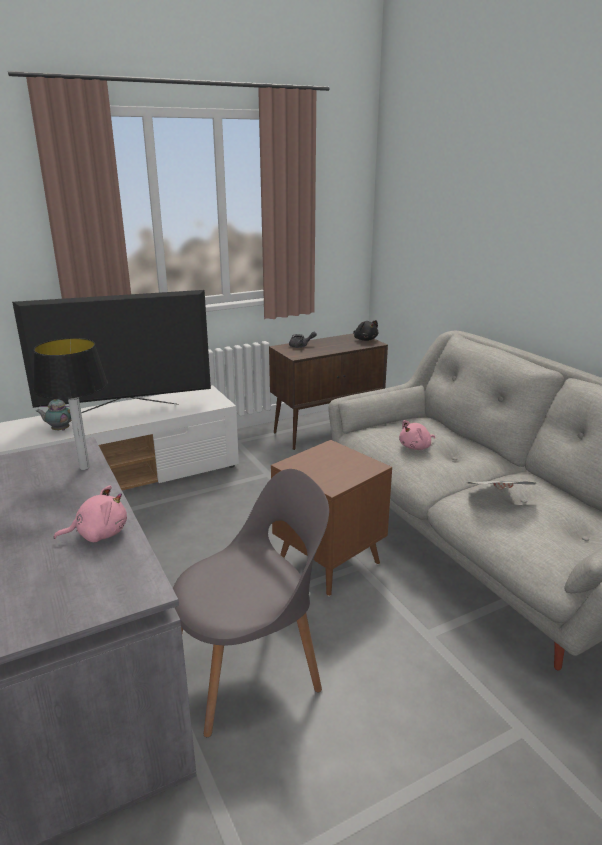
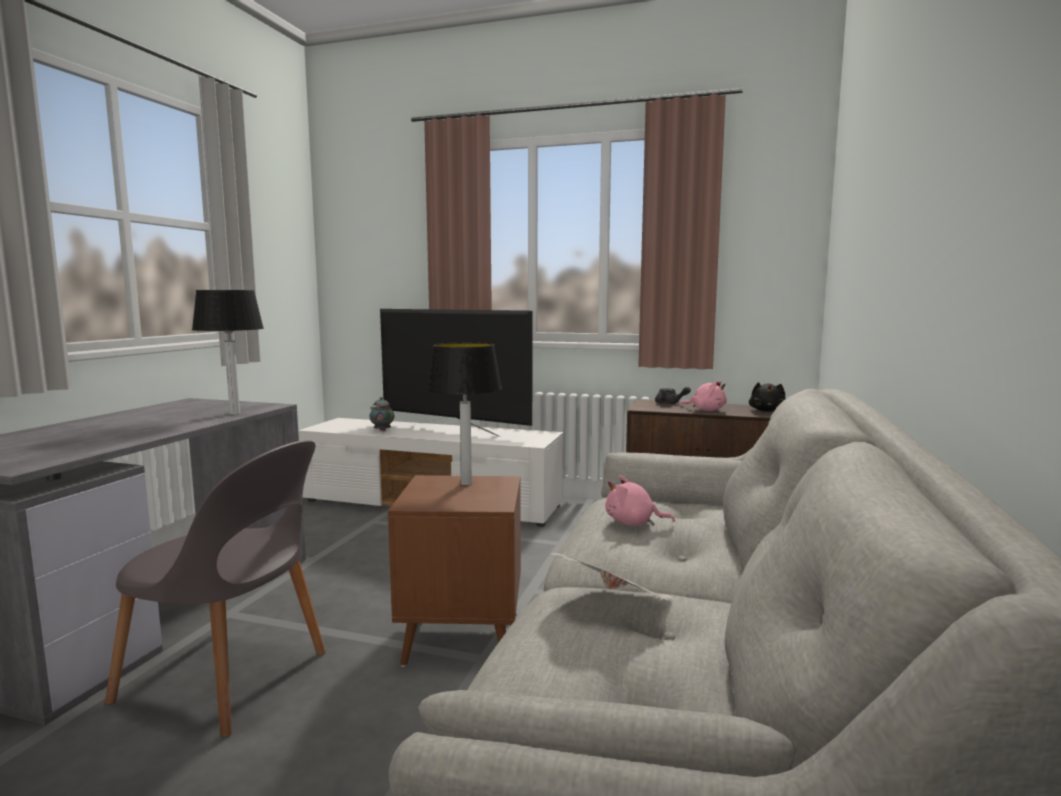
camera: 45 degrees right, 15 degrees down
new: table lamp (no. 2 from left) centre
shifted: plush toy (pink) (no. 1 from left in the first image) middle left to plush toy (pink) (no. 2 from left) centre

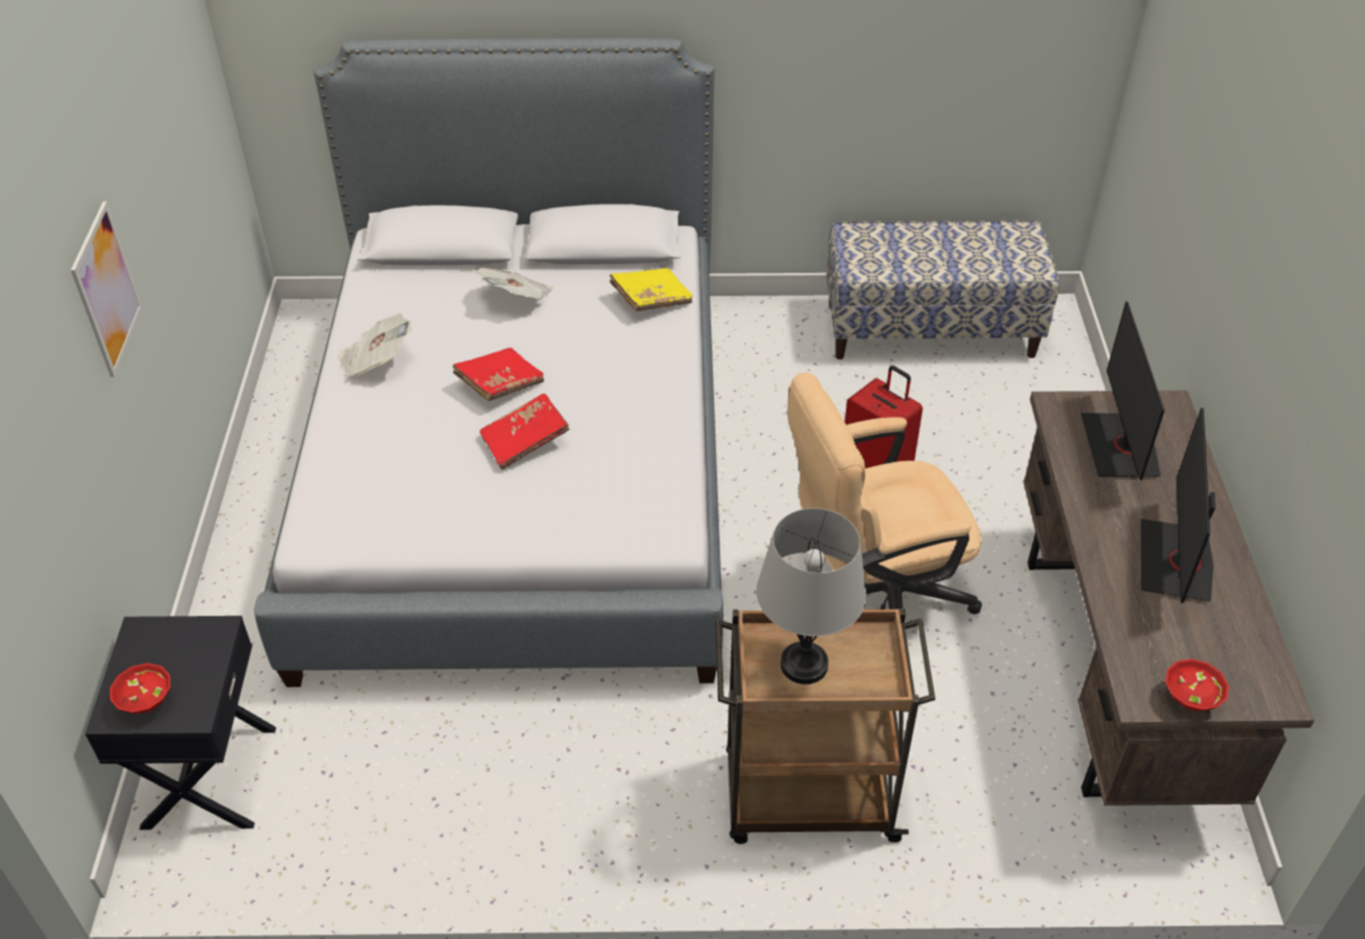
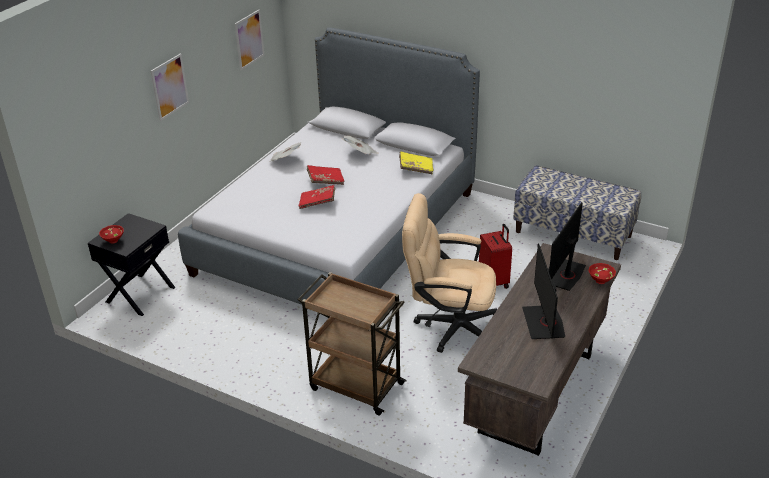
camera: 30 degrees right, 10 degrees down
gone: table lamp (grey) centre
new: picture (no. 2 from left) top left
shifted: bowl (red) (no. 2 from left) bottom right to middle right
rotated: monitor (no. 2 from left in the first image) middle right = middle right 45 degrees counterclockwise

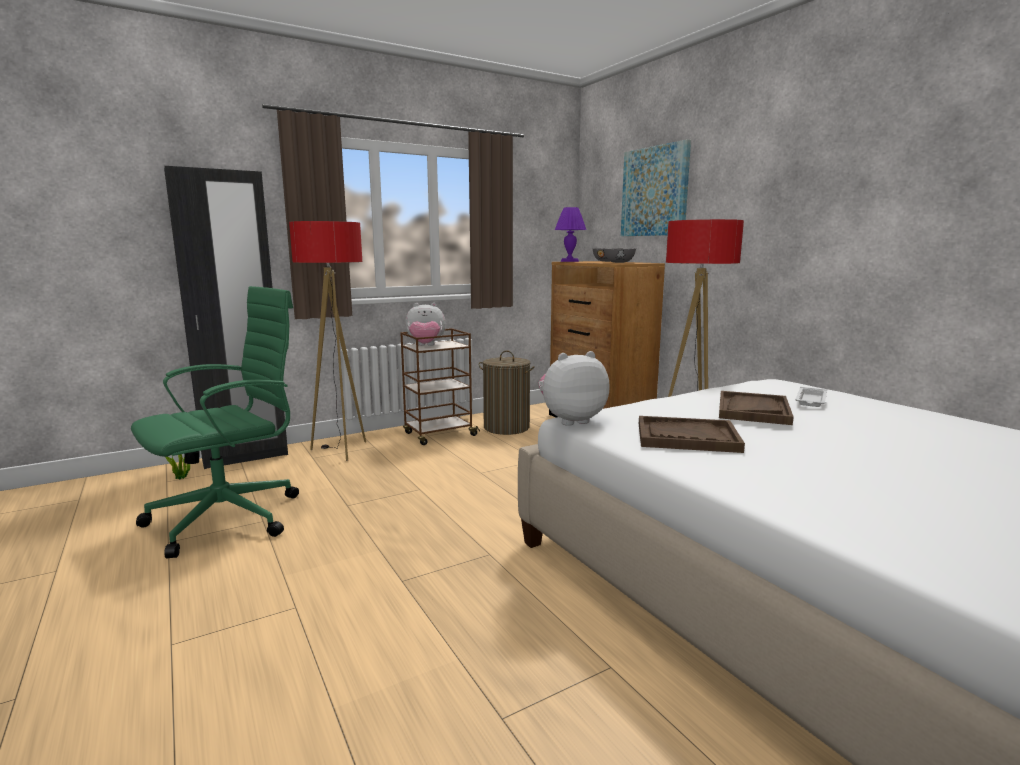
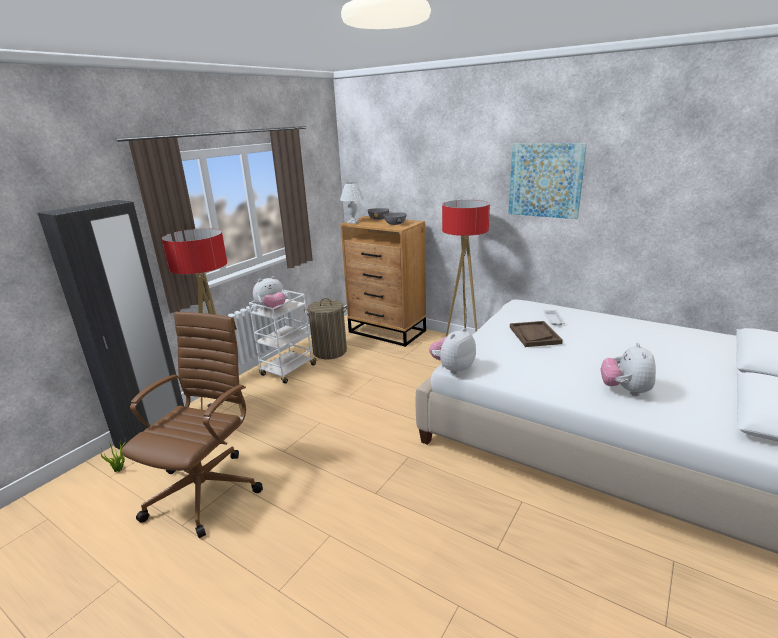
camera: 25 degrees left, 10 degrees up
gone: tray (brown) (no. 1 from left) middle right
new: plush toy (no. 3 from left) middle right
shifted: picture top centre to top right
repainted: office chair (green) middle left to office chair (brown) middle left; cart (brown) centre to cart (white) centre; table lamp (purple) top centre to table lamp (white) top centre

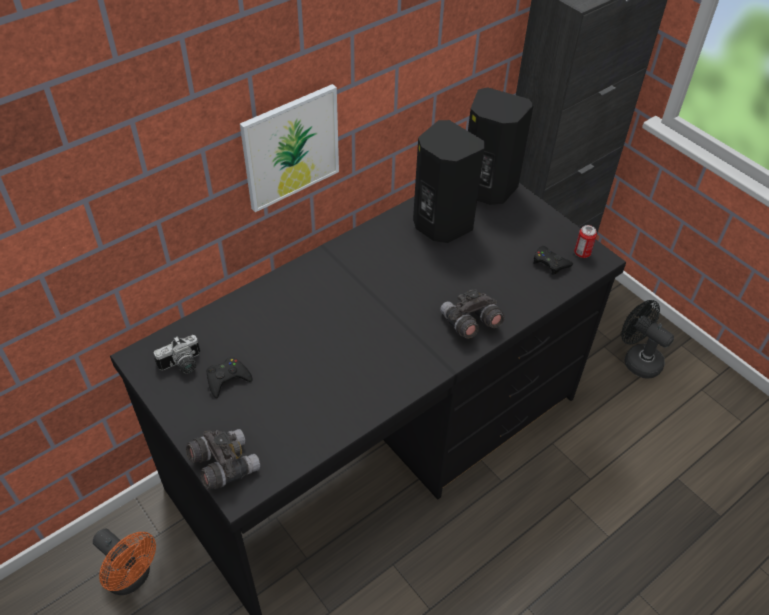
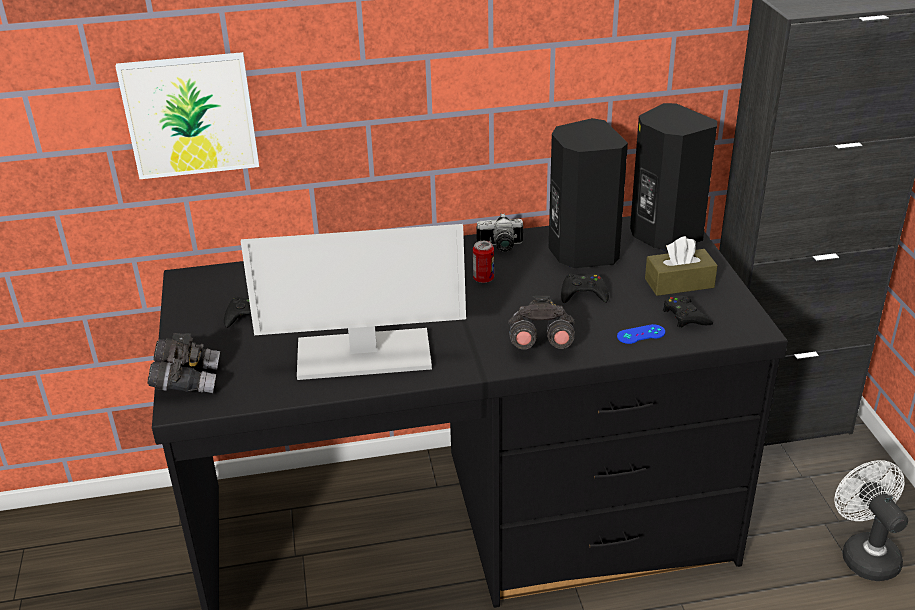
camera: 30 degrees right, 15 degrees down
gone: fan (orange) bottom left
new: monitor centre; game controller (black) (no. 2 from left) centre; game controller (blue) middle right; tissue box (brown) middle right
shifted: photo camera middle left to centre; picture top centre to top left; can middle right to centre
repainted: fan (black) middle right to fan (white) bottom right

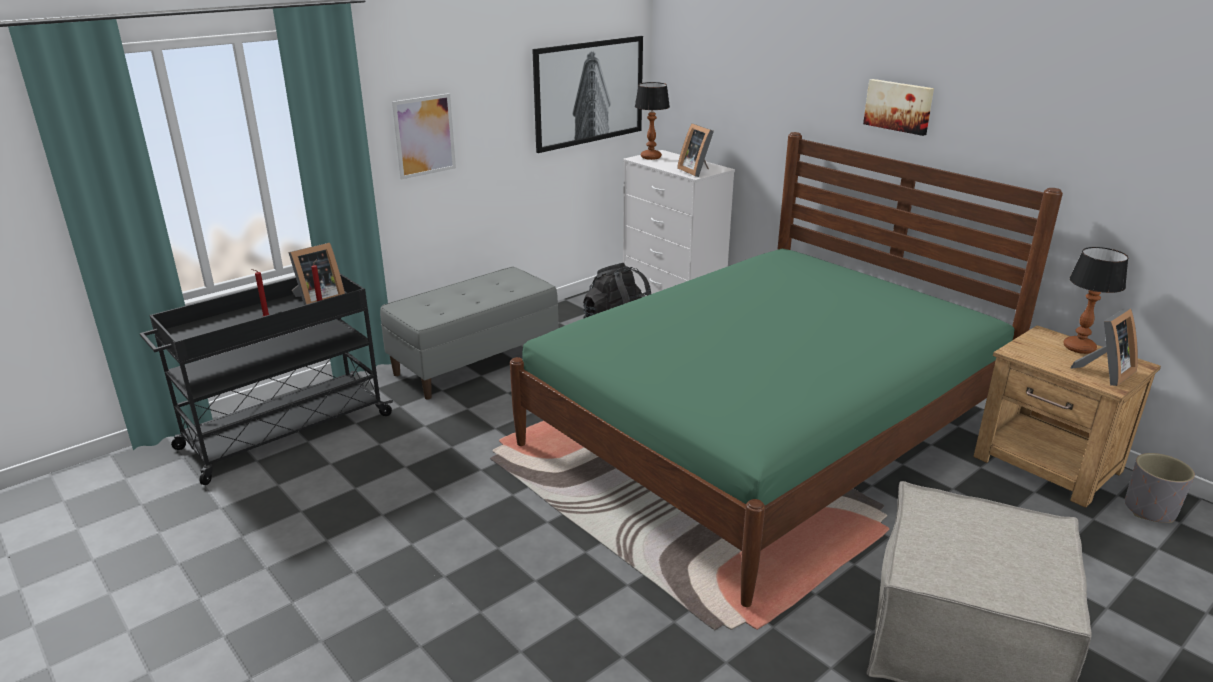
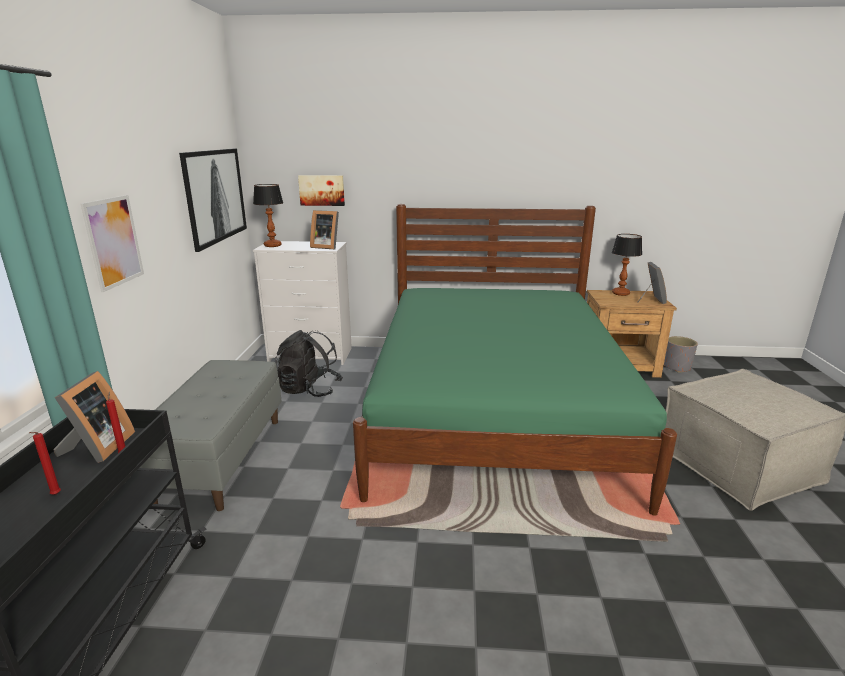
camera: 45 degrees left, 5 degrees down
shifted: picture (no. 3 from left) top right to top centre

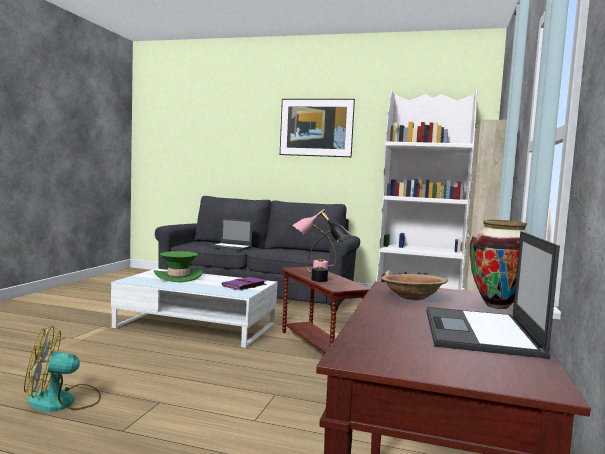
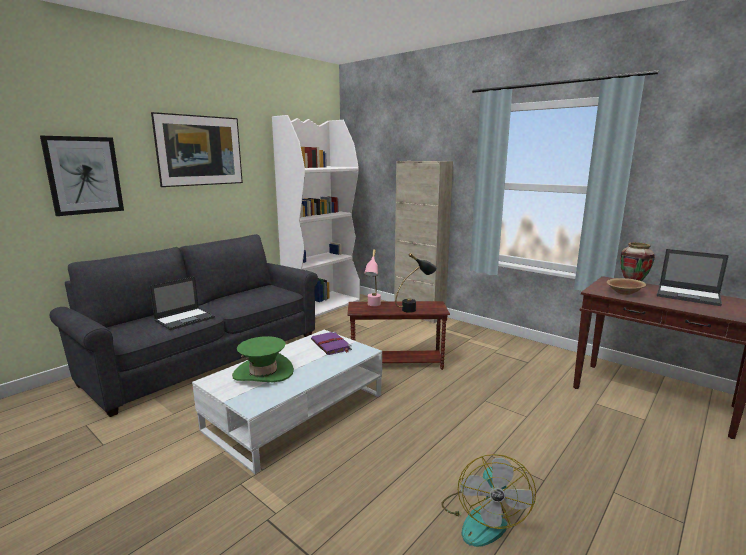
camera: 65 degrees left, 10 degrees up
new: picture (no. 1 from left) top left

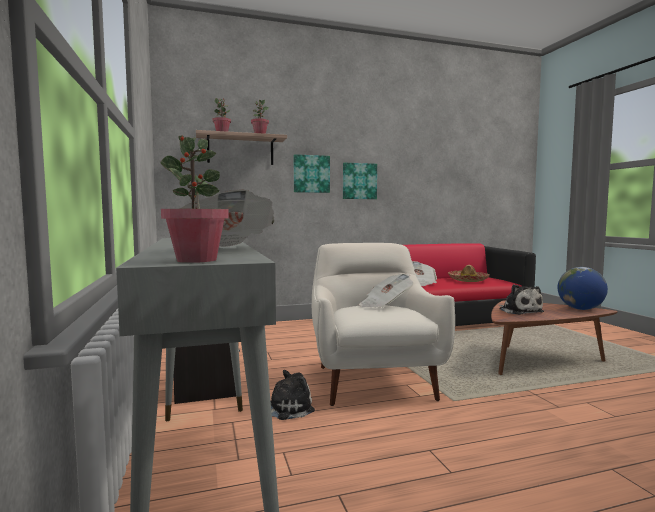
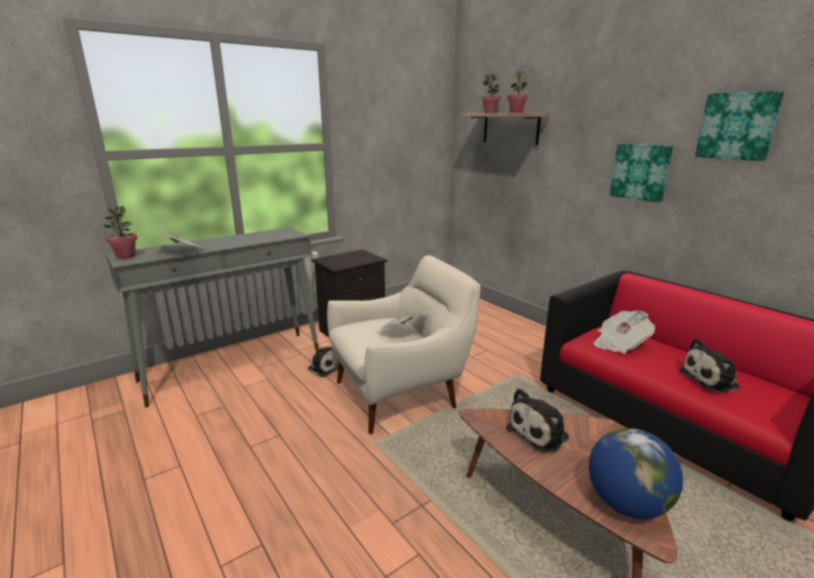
camera: 70 degrees right, 15 degrees up
shifted: picture (no. 1 from left in the first image) centre to picture (no. 2 from left) top right
swapped: hat middle right to plush toy (no. 3 from left) middle right

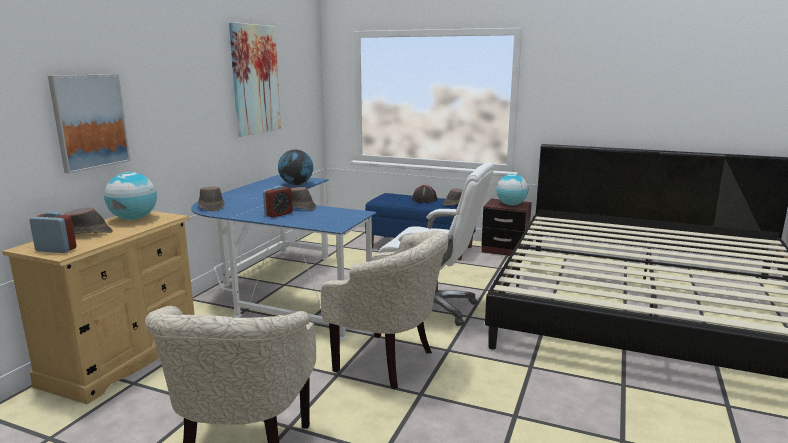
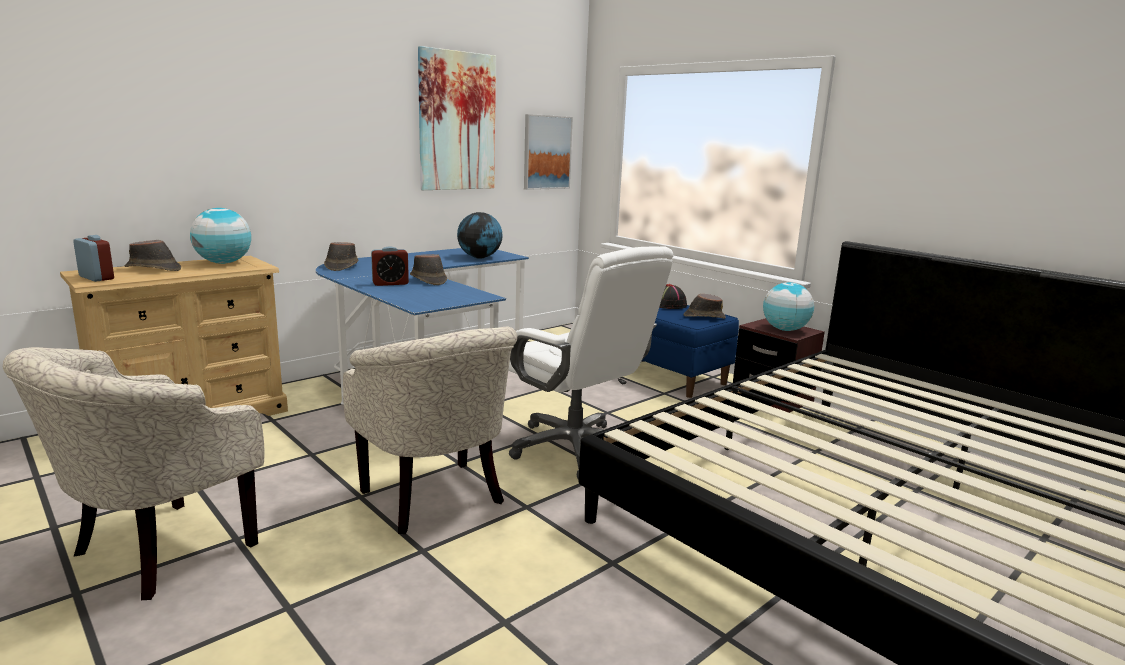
camera: 25 degrees right, 0 degrees up
shifted: picture (no. 1 from left in the first image) top left to picture (no. 2 from left) top centre

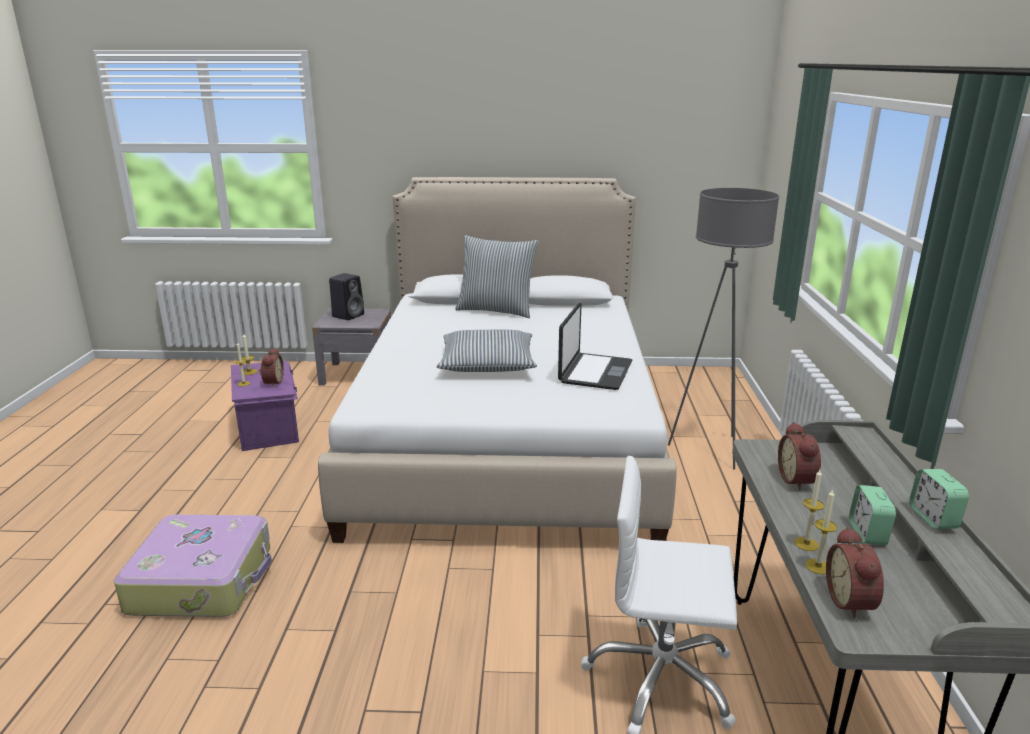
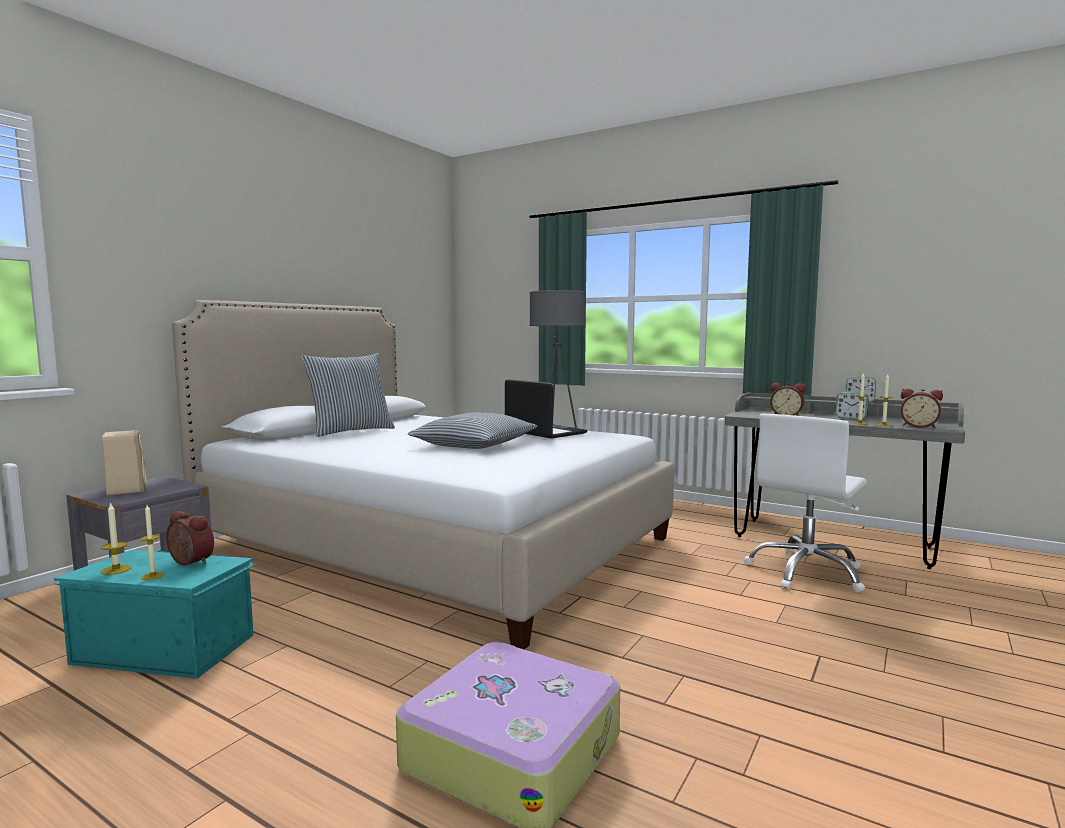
camera: 60 degrees left, 15 degrees down
repainted: storage box (purple) middle left to storage box (turquoise) bottom left; speaker (black) centre to speaker (beige) middle left

